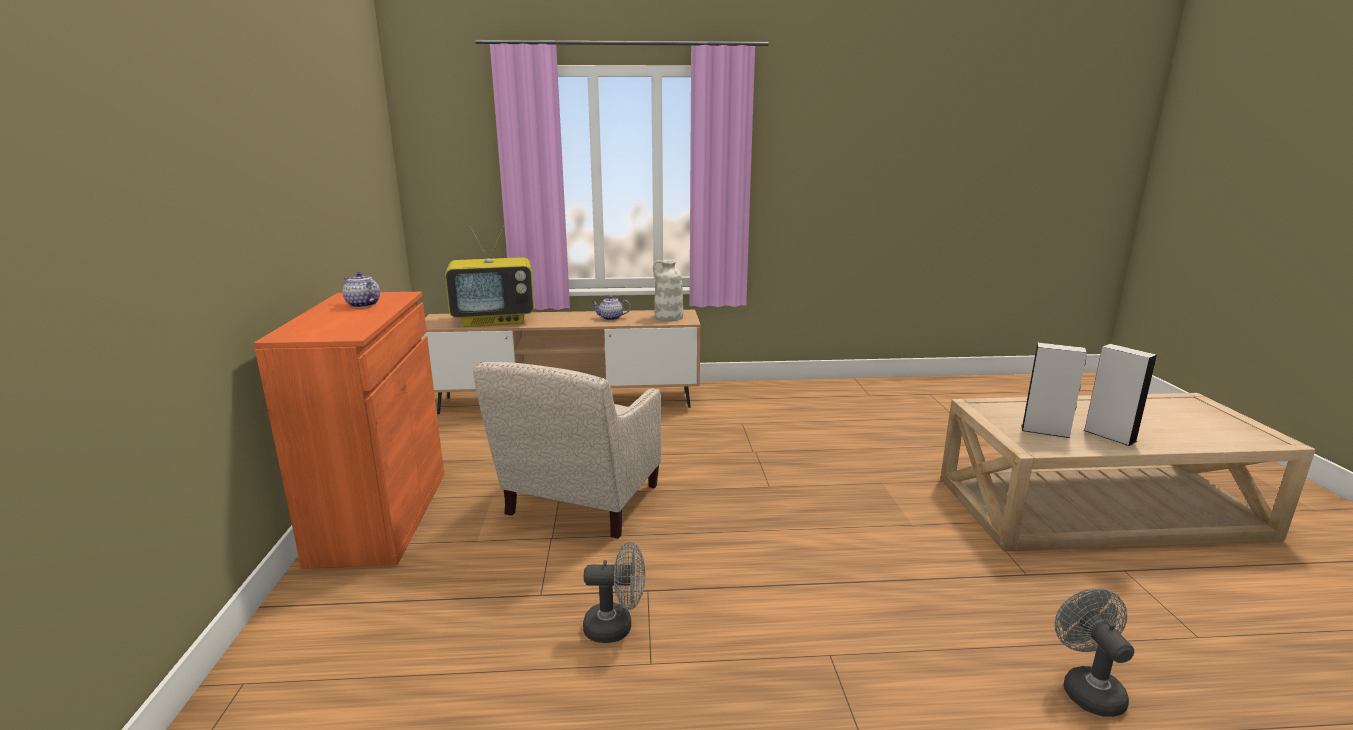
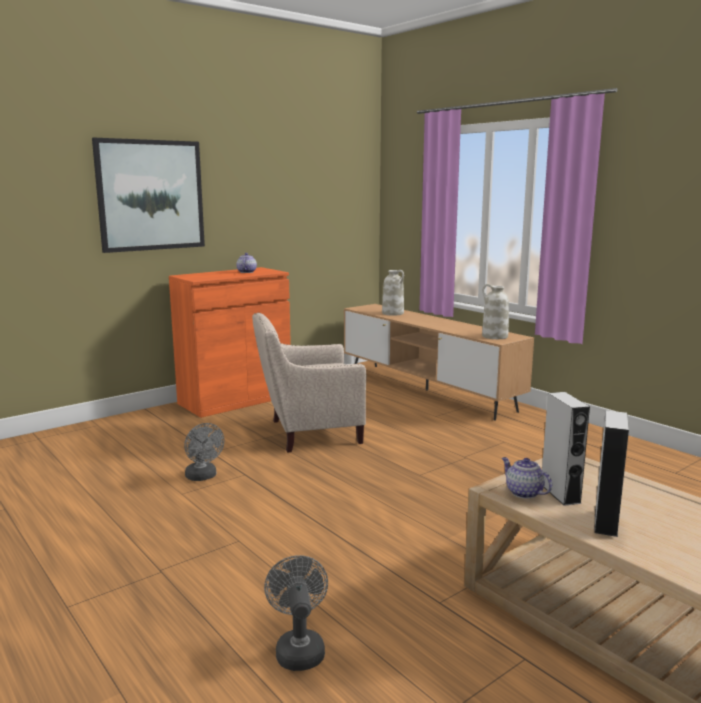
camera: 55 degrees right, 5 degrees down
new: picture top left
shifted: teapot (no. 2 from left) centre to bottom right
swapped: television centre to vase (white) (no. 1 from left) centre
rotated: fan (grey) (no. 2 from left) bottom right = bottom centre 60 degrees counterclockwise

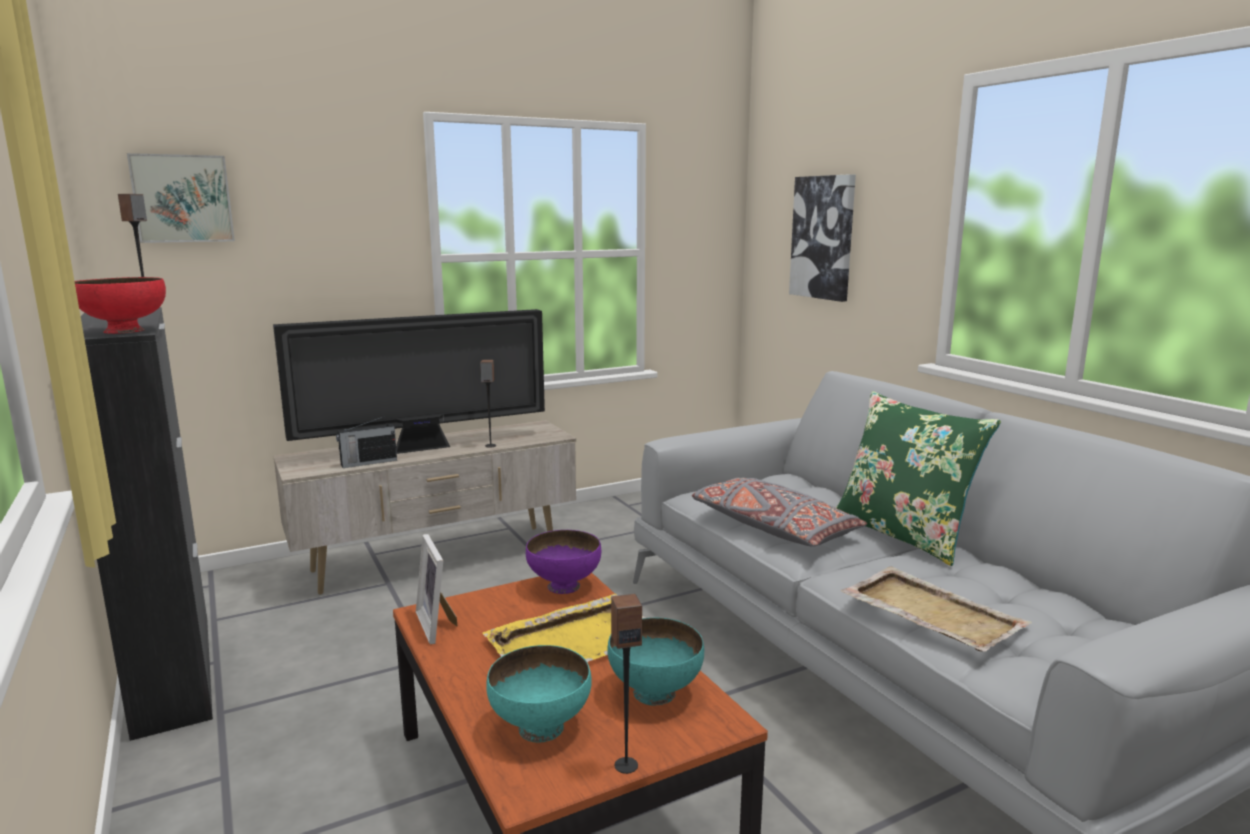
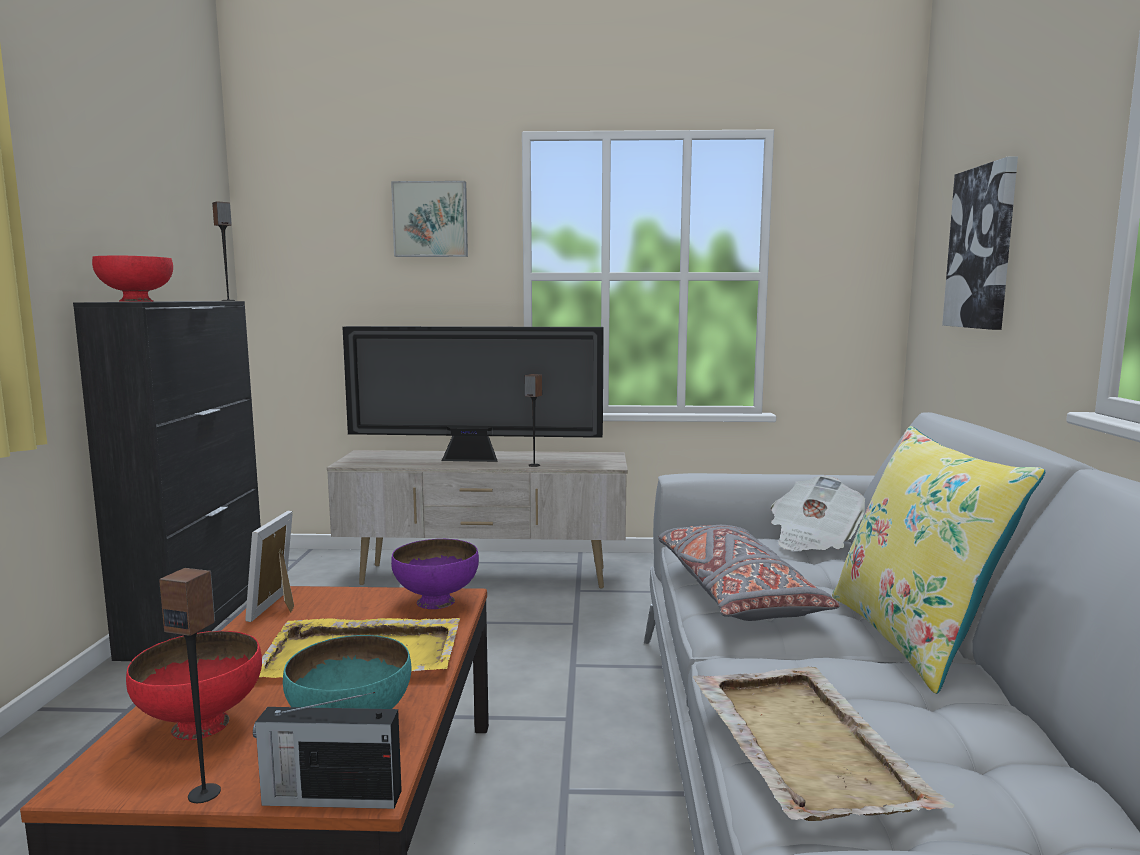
camera: 30 degrees right, 5 degrees down
new: newspaper middle right
shifted: picture (no. 1 from left) top left to top centre; radio middle left to bottom left
repainted: bowl (turquoise) (no. 1 from left) bottom centre to bowl (red) (no. 2 from left) bottom left; pillow (green) middle right to pillow (yellow) middle right

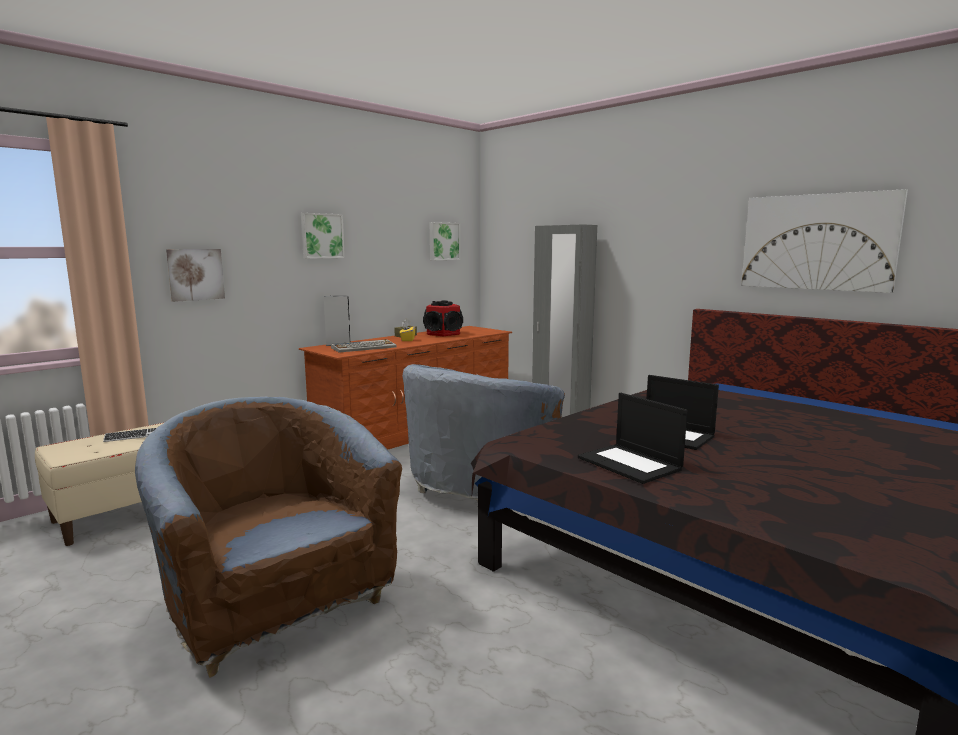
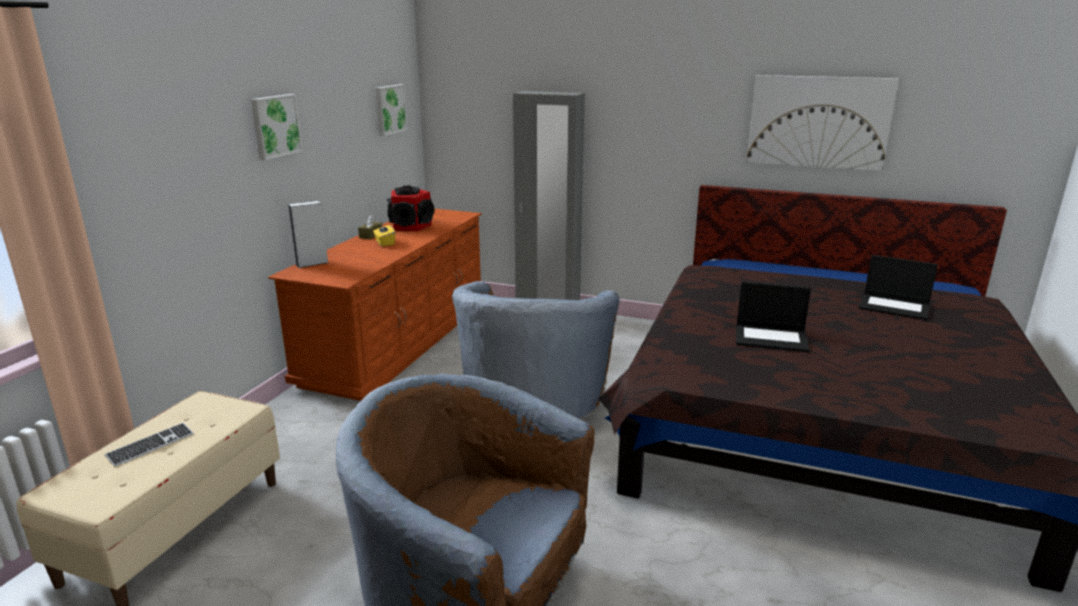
camera: 25 degrees left, 10 degrees up
gone: picture (no. 1 from left) middle left; keyboard (no. 2 from left) centre
shifted: laptop (no. 1 from left in the first image) centre to laptop (no. 2 from left) middle right

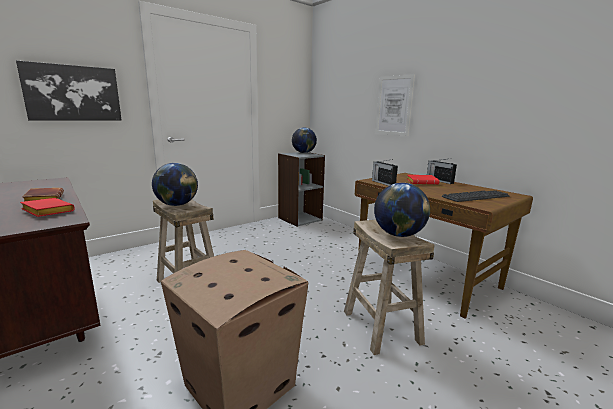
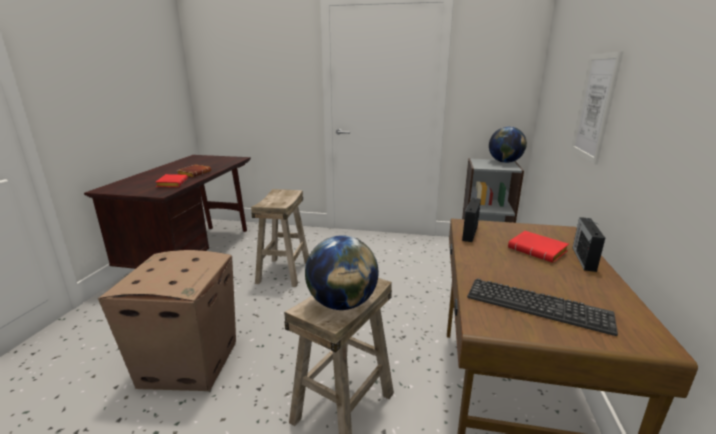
camera: 50 degrees right, 5 degrees up
gone: picture (no. 1 from left) top left; globe (no. 1 from left) middle left

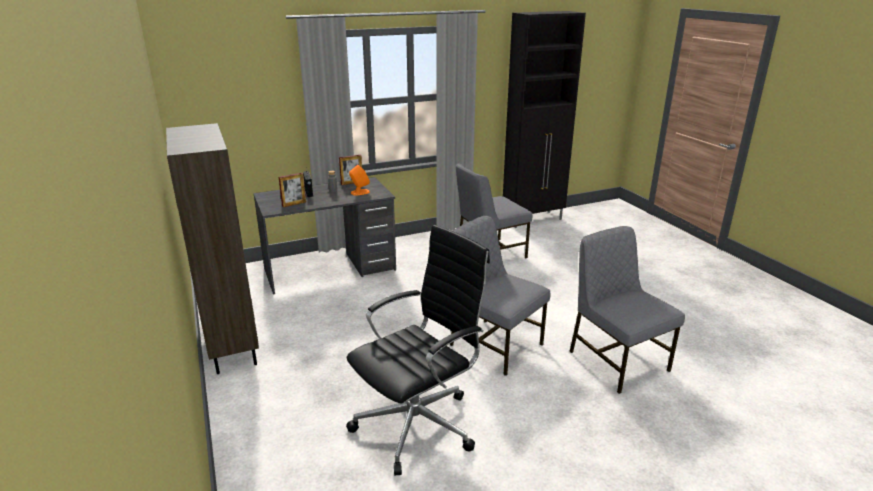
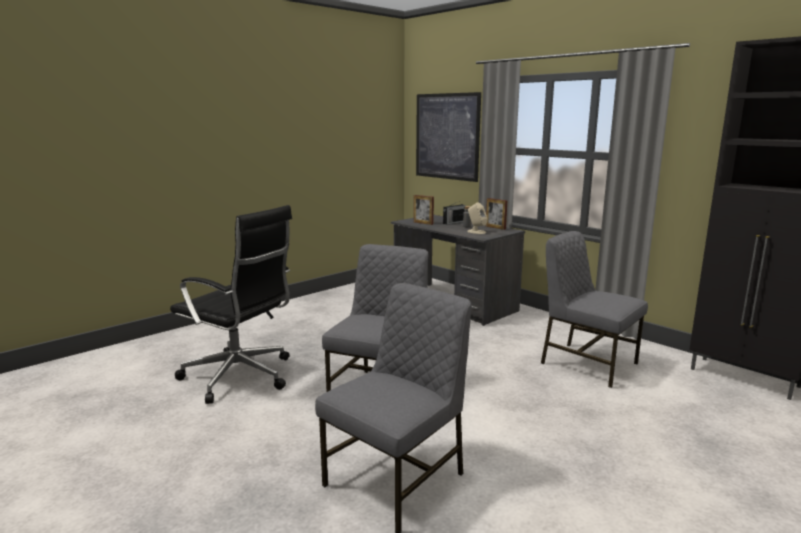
camera: 70 degrees right, 10 degrees down
gone: bookcase (brown) middle left
new: picture top centre
repainted: speaker (orange) centre to speaker (beige) centre

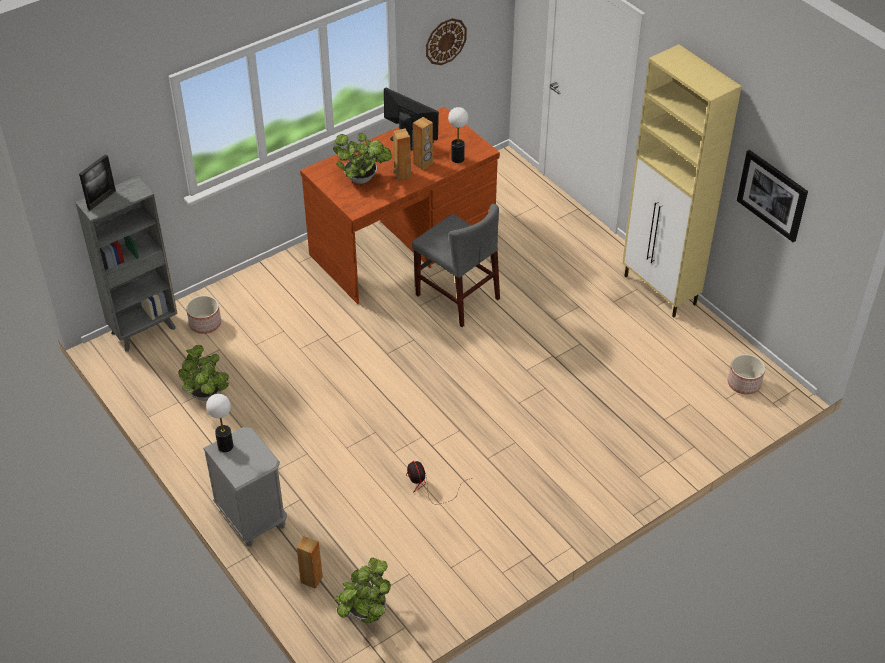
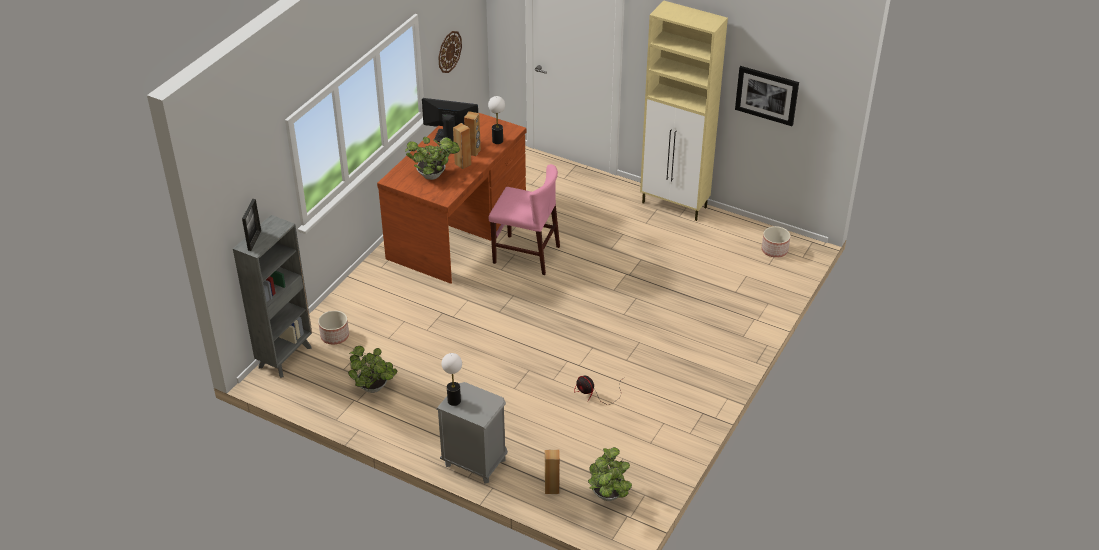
camera: 25 degrees left, 5 degrees down
repainted: chair (grey) centre to chair (pink) centre

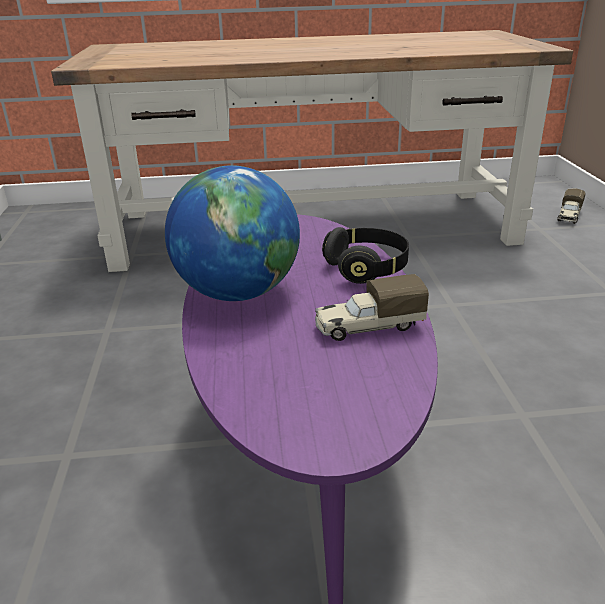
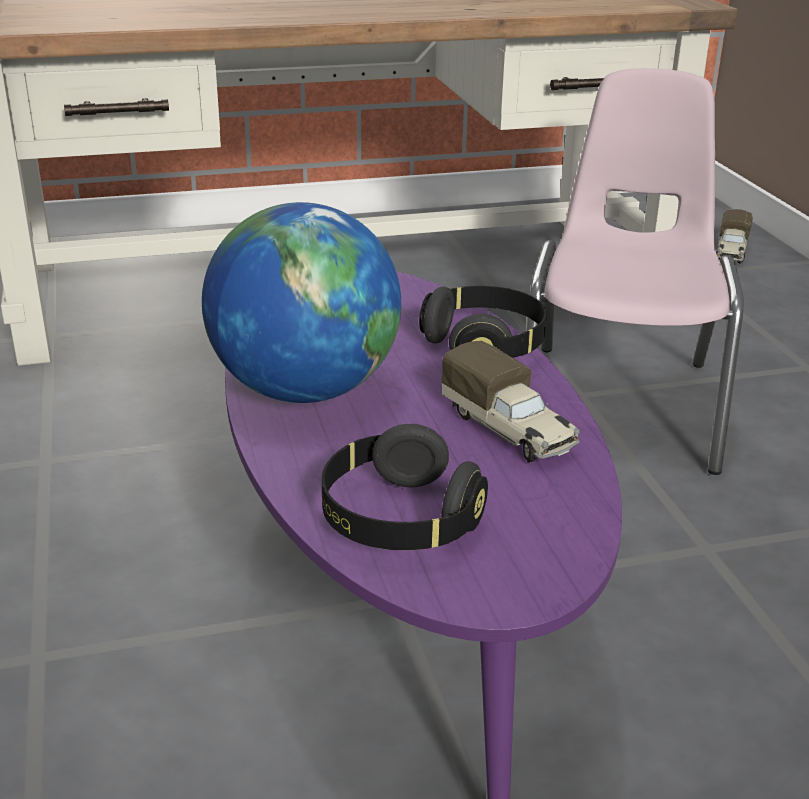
camera: 10 degrees left, 0 degrees up
new: headphones (black) (no. 1 from left) centre; chair (pink) middle right
rotated: toy truck (no. 1 from left) centre = centre 105 degrees counterclockwise

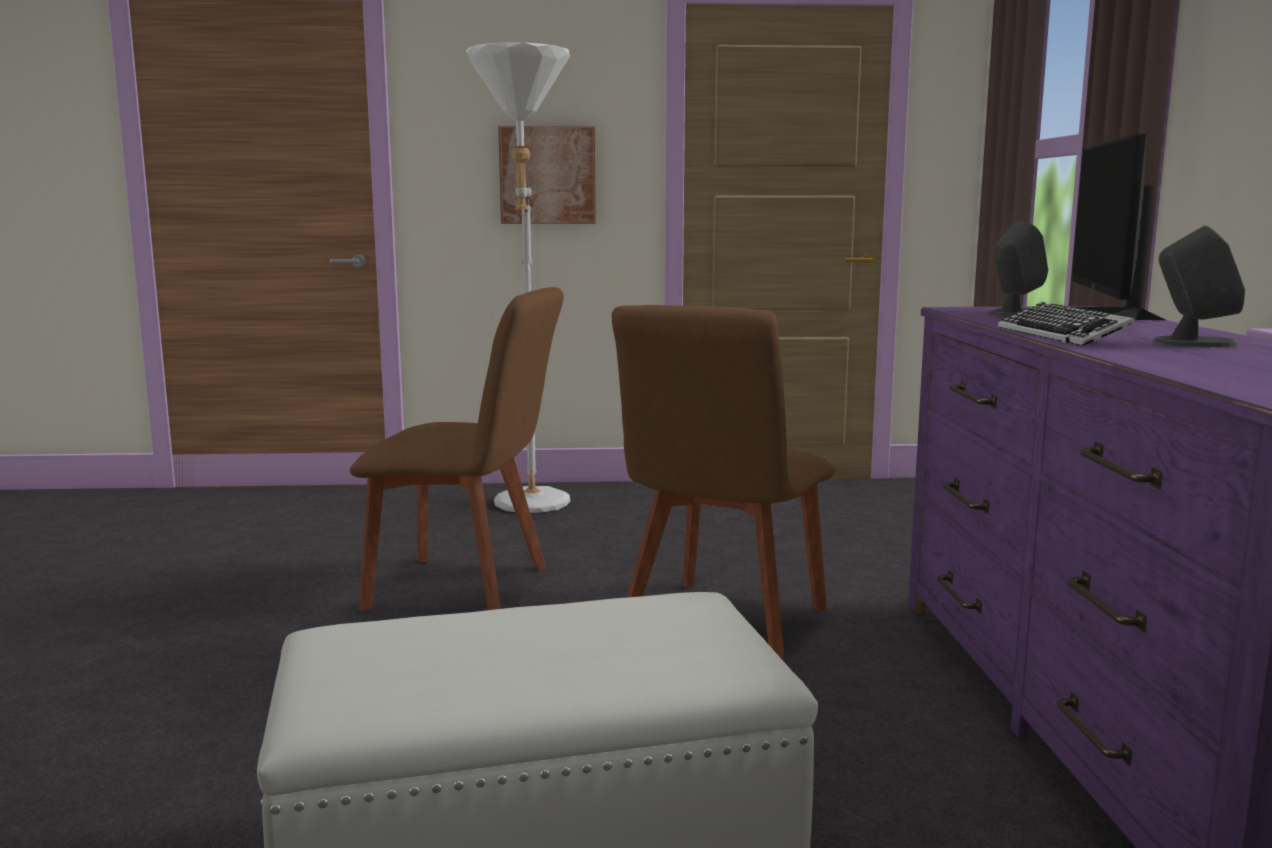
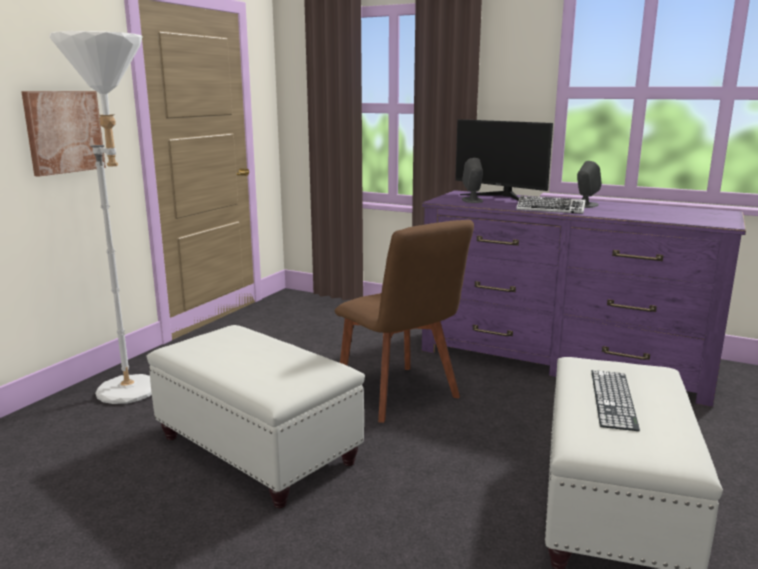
camera: 60 degrees left, 5 degrees up
new: keyboard (no. 2 from left) bottom right
swapped: chair (brown) (no. 1 from left) centre to ottoman (white) (no. 1 from left) bottom centre

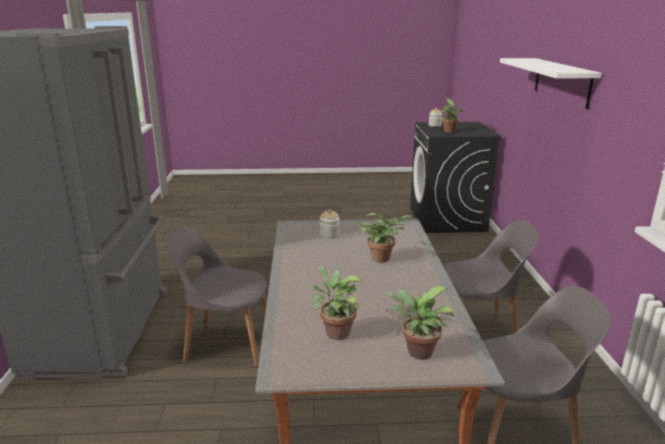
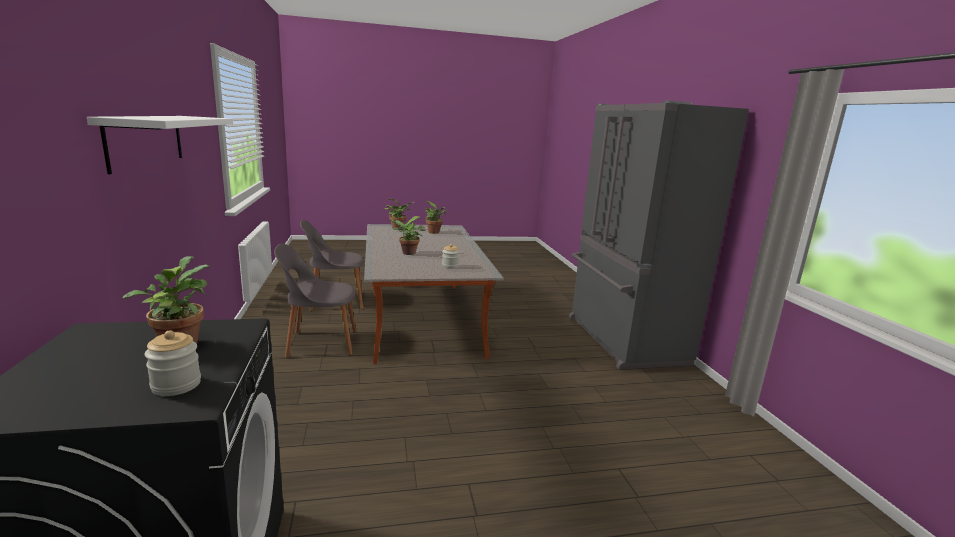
camera: 170 degrees right, 5 degrees down
gone: chair (grey) (no. 1 from left) bottom left

